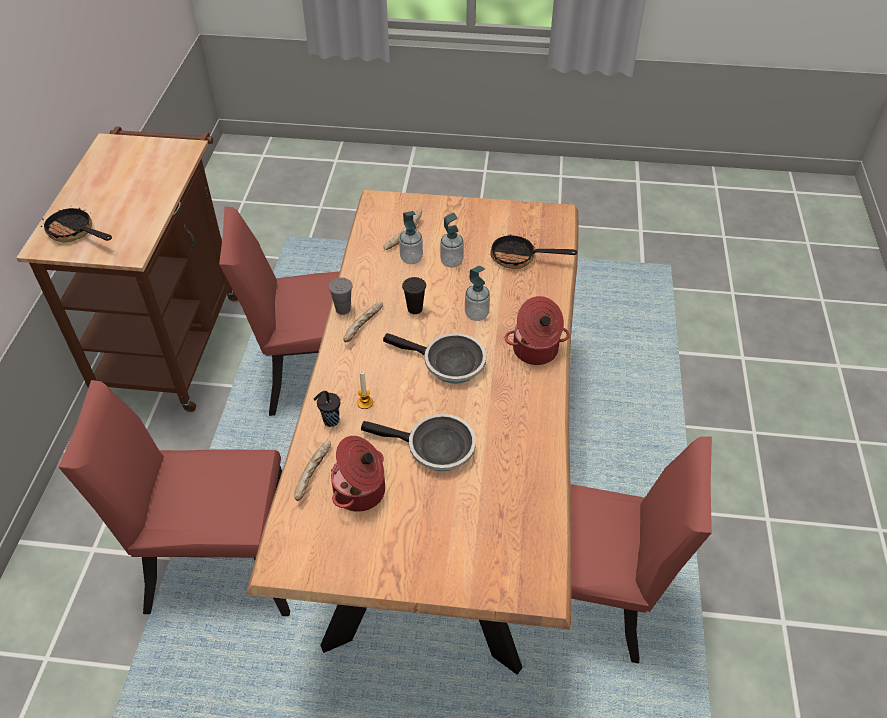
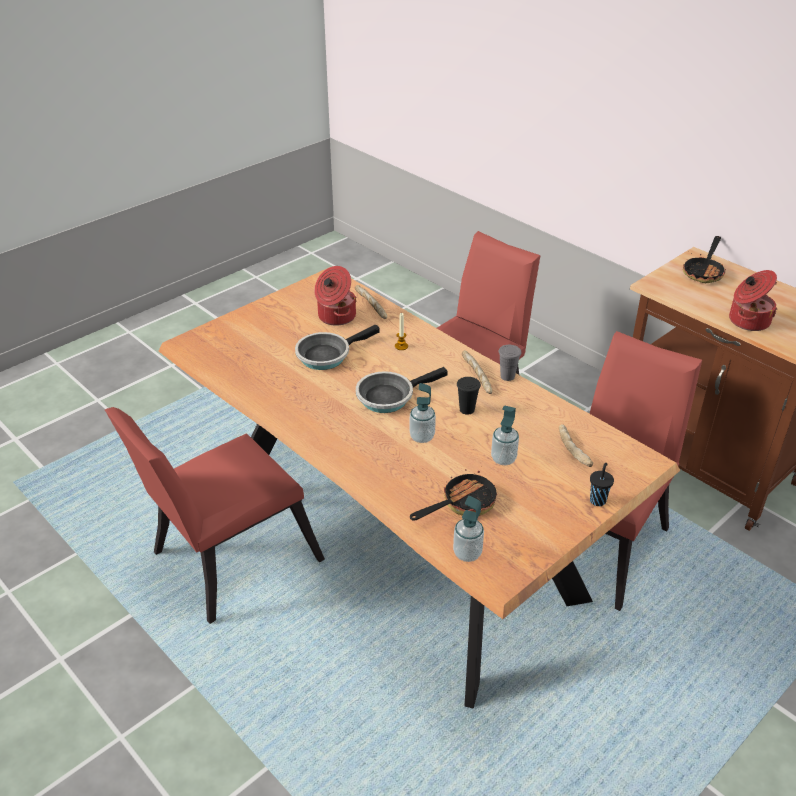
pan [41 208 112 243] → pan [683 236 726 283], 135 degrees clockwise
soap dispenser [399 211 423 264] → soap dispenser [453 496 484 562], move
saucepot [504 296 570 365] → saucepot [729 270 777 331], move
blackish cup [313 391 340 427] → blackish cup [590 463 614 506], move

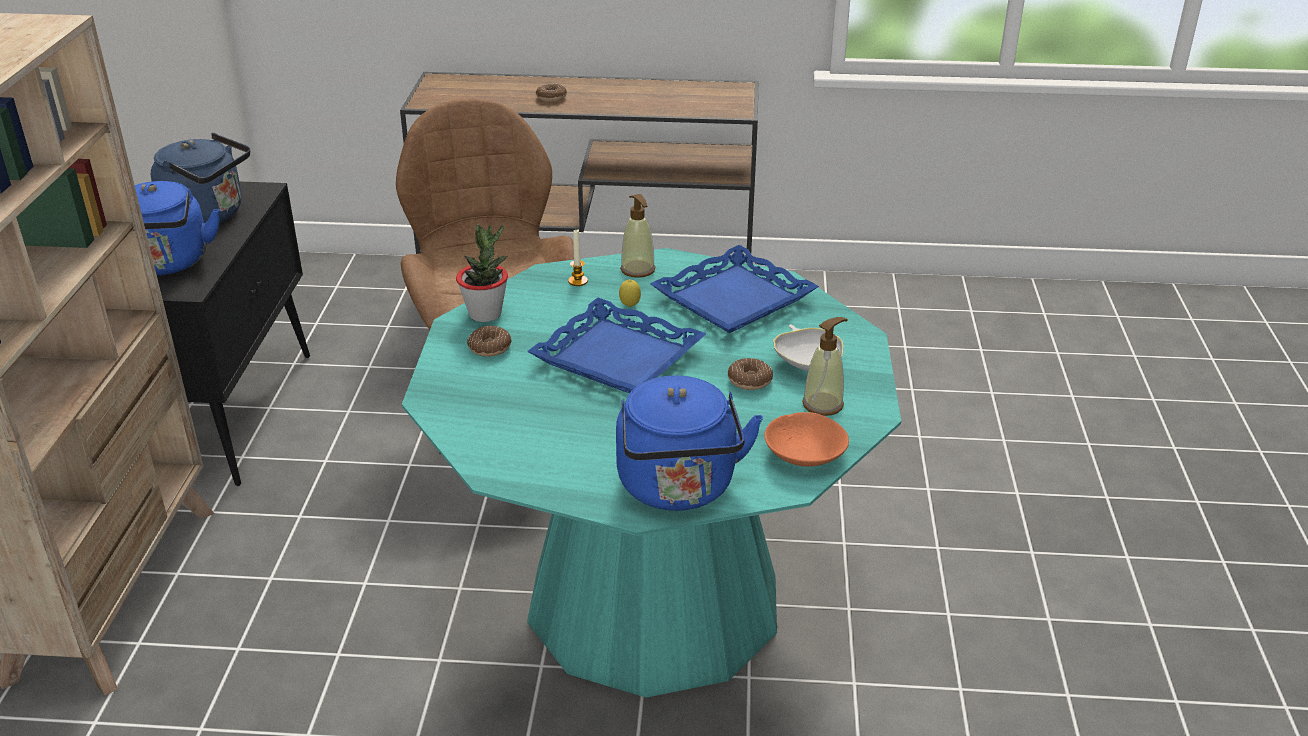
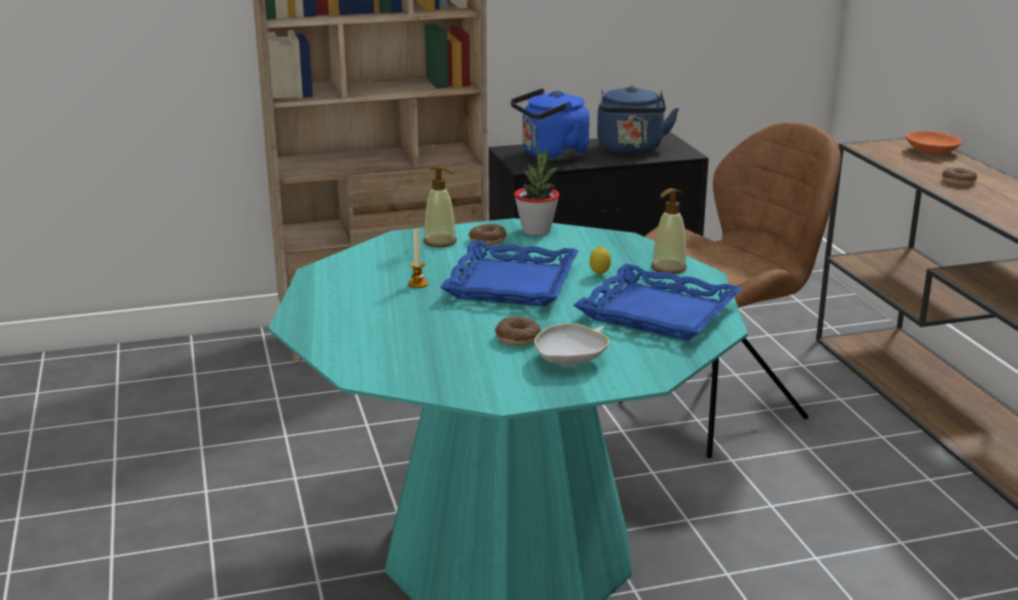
candle [568 229 588 286] → candle [408 229 428 288], move
soap dispenser [802 317 848 416] → soap dispenser [423 166 457 247], move
blue-coloured kettle [616 375 763 511] → -
orangey deep dish [764 412 849 467] → orangey deep dish [906 131 962 154], move

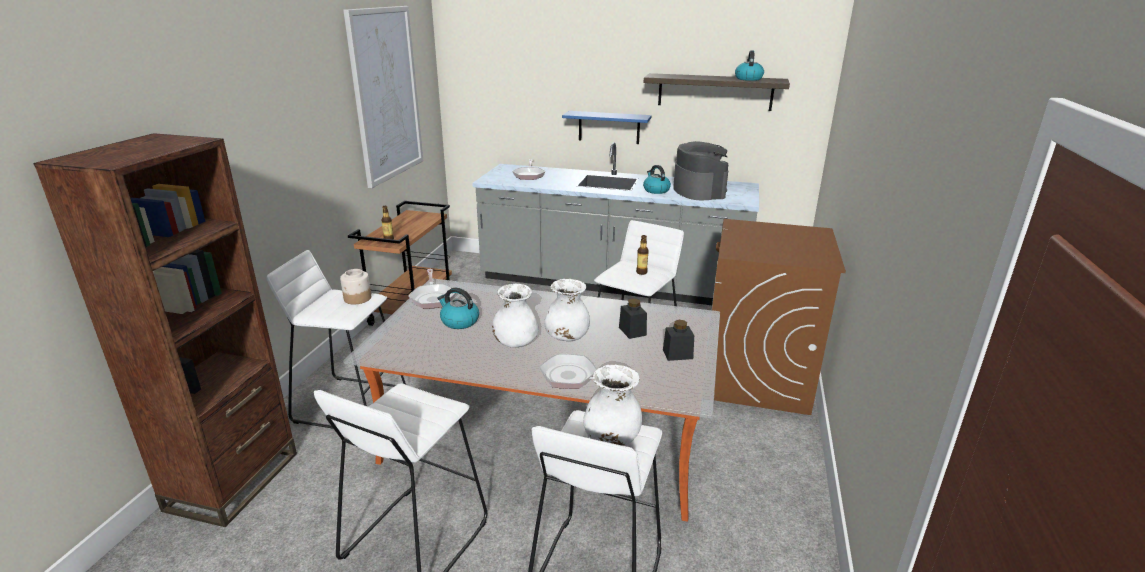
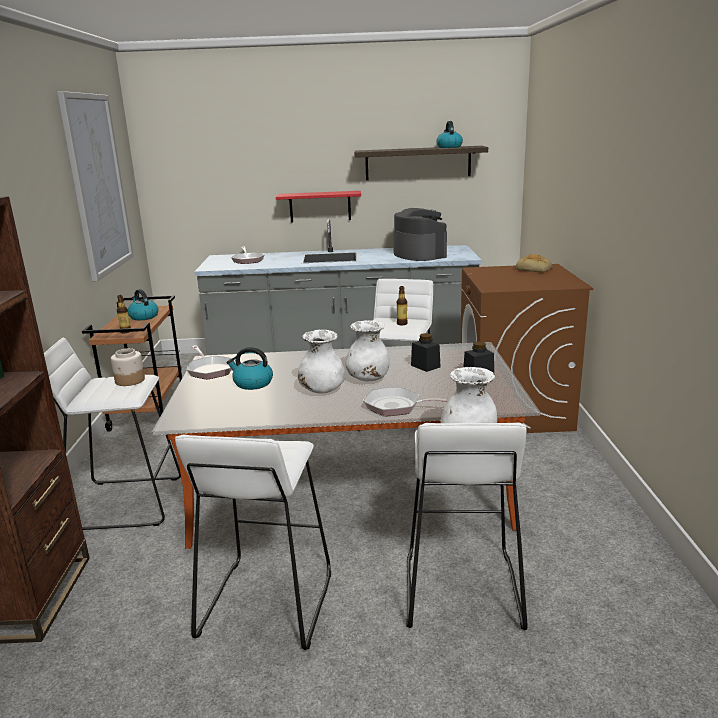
blue-coloured wall shelf [562 111 652 144] → reddish wall shelf [276 191 361 222]
kettle [643 165 671 194] → kettle [128 289 158 320], move
- → baked bread [516 254 553 272]

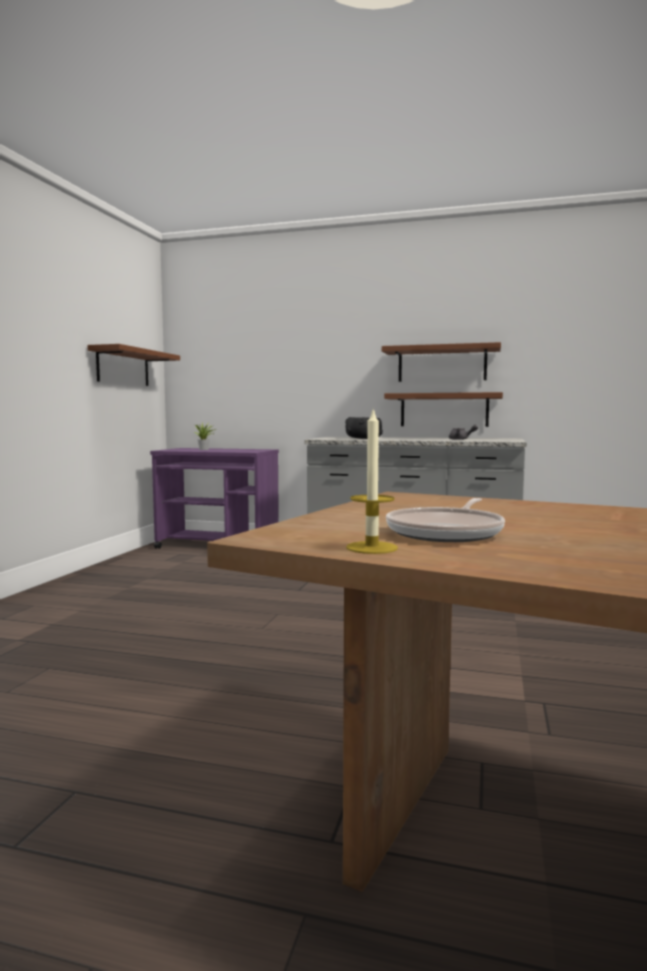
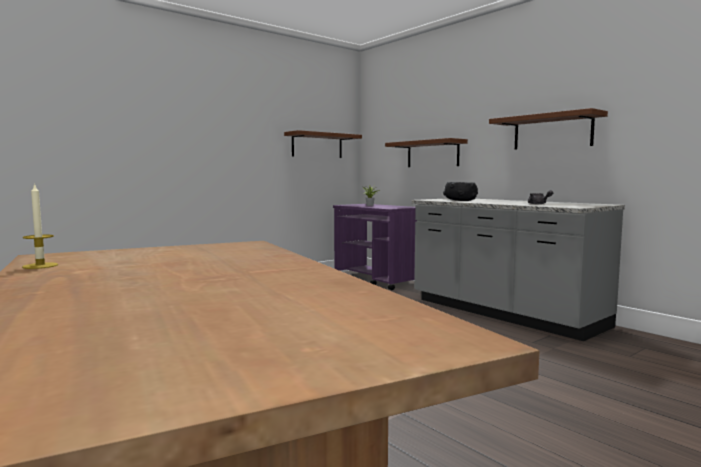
brown-coloured wall shelf [384 392 503 427] → brown-coloured wall shelf [385 138 468 167], move
pan [386 498 505 542] → -

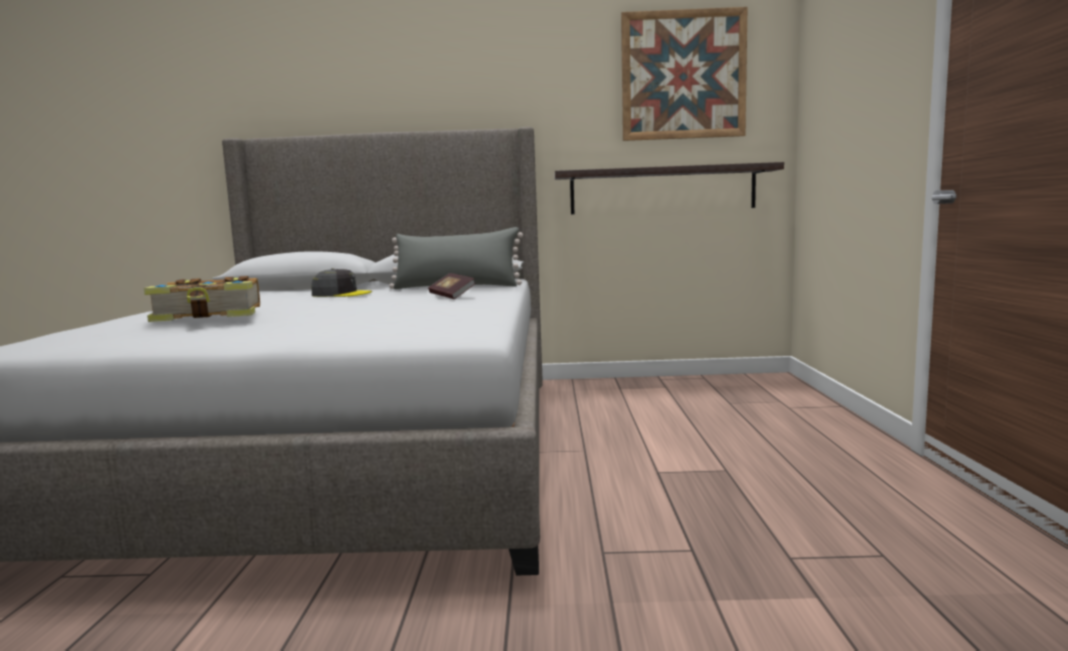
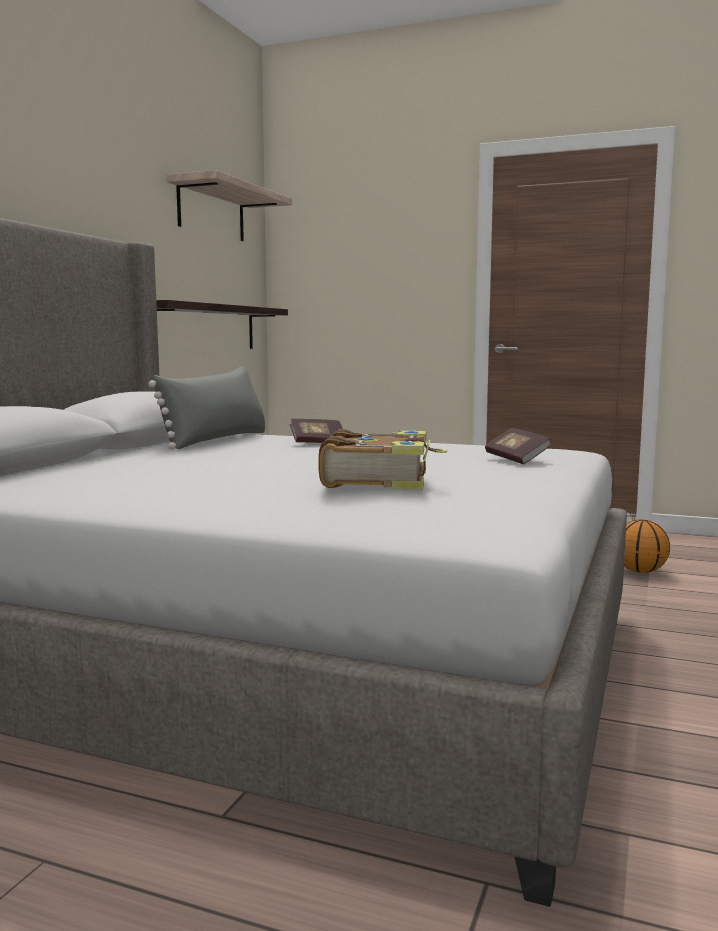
picture [621 7 748 141] → wall shelf [166 170 292 241]
greyish peaked cap [311 268 372 297] → -
- → bound book [485 428 551 464]
- → basketball [624 519 670 573]

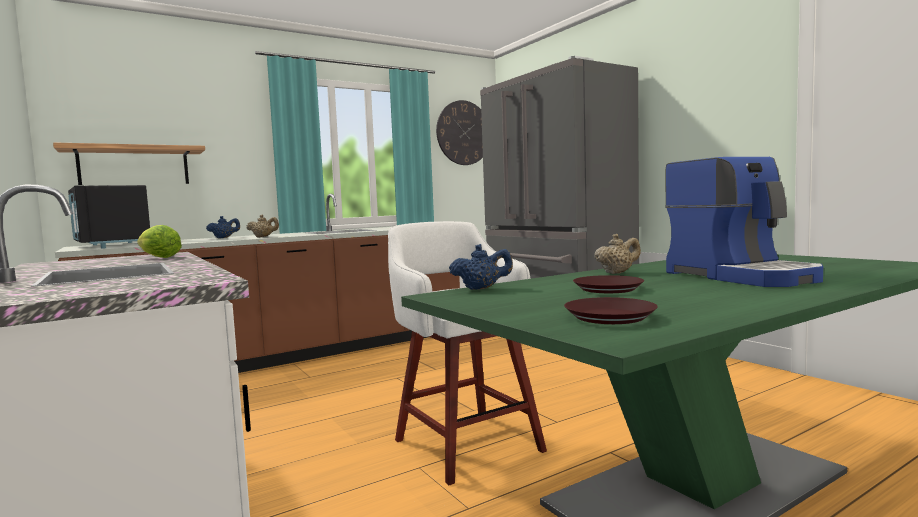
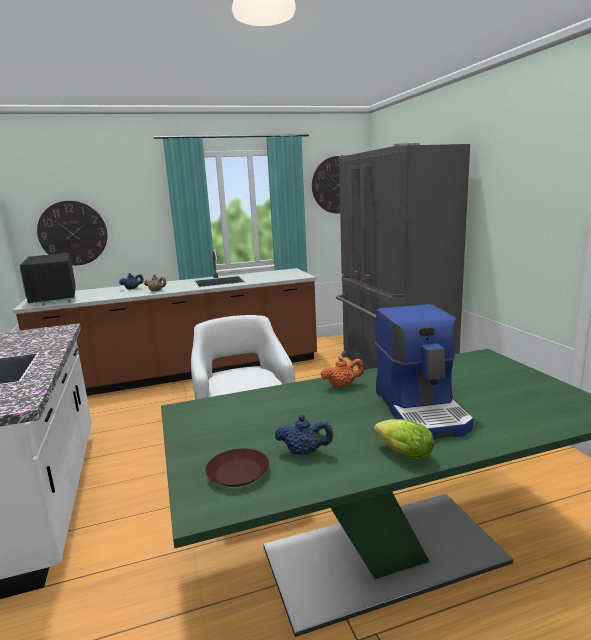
wall shelf [53 143 205 185] → wall clock [37 201 108 265]
lettuce [137 225 182 258] → lettuce [374 419 434 461], move
beige-coloured tea pot [594 234 641 274] → orangey tea pot [321 357 364 388]
blue-coloured tea pot [449 244 513 290] → blue-coloured tea pot [275 415 334 455], move
brown-coloured plate [573 275 644 293] → -

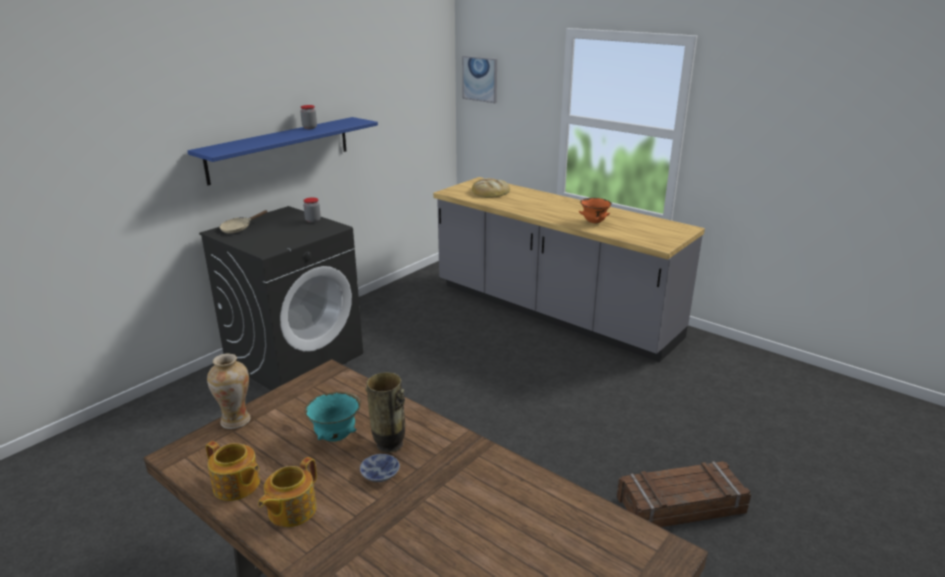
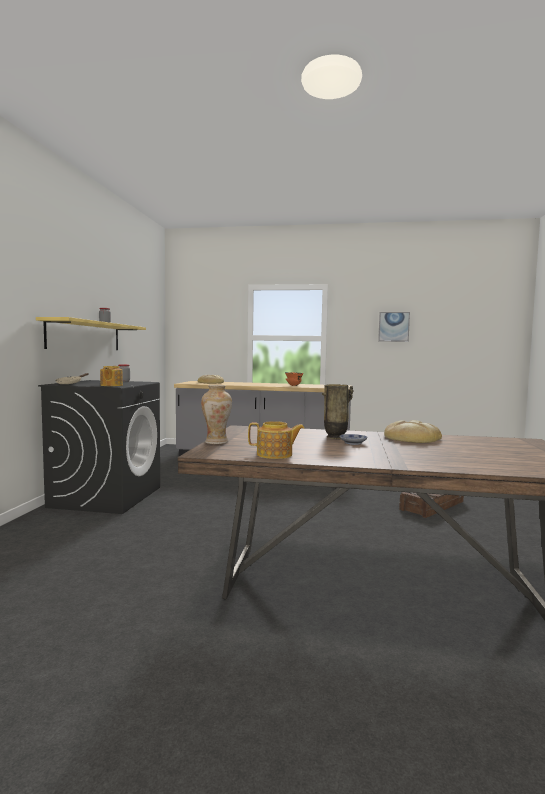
picture [462 56 497 103] → picture [378 312 410 342], move
blue-coloured wall shelf [187 117 378 185] → yellow wall shelf [36 317 146 350]
turquoise deep dish [305 392 361 442] → -
tea pot [258 457 317 527] → tea pot [100 366 123 386], move
- → baked bread [384 420 442 443]

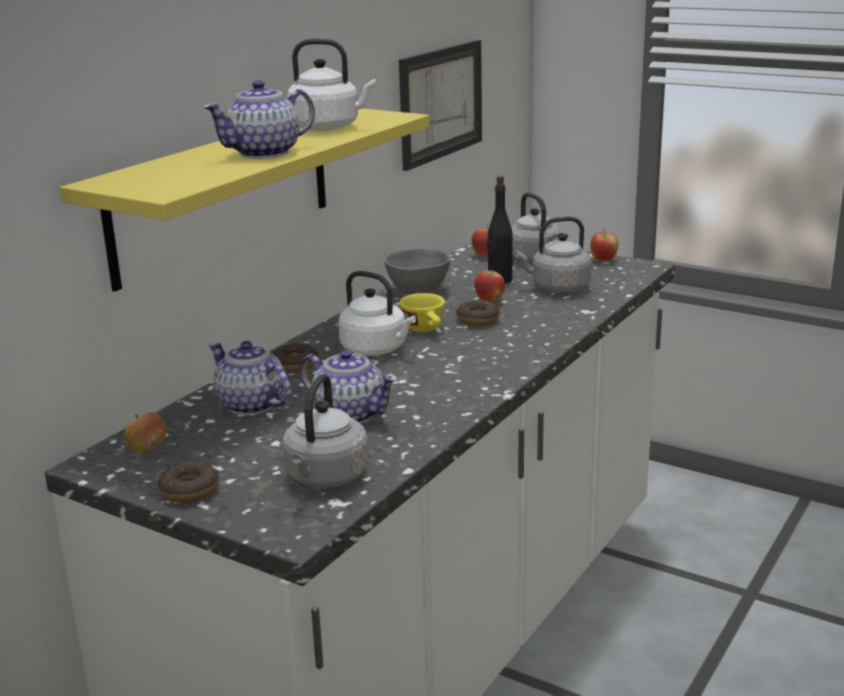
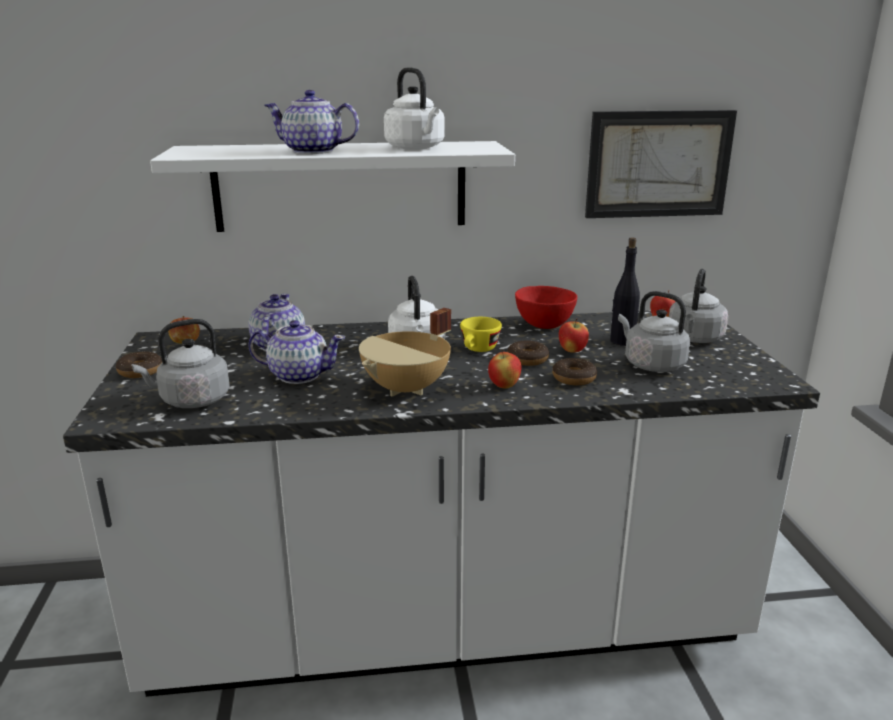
yellow wall shelf [60 108 429 292] → white wall shelf [150 141 515 232]
whole apple [590 229 618 261] → whole apple [488 350 522 389], move
greyish deep dish [384 248 451 294] → reddish deep dish [515 286 577 329]
ring doughnut [272 343 319 373] → ring doughnut [552 358 597 385], move
tea pot [300 349 398 424] → tea pot [248 320 345 384], 75 degrees counterclockwise
- → beige-coloured saucepot [359 308 451 397]

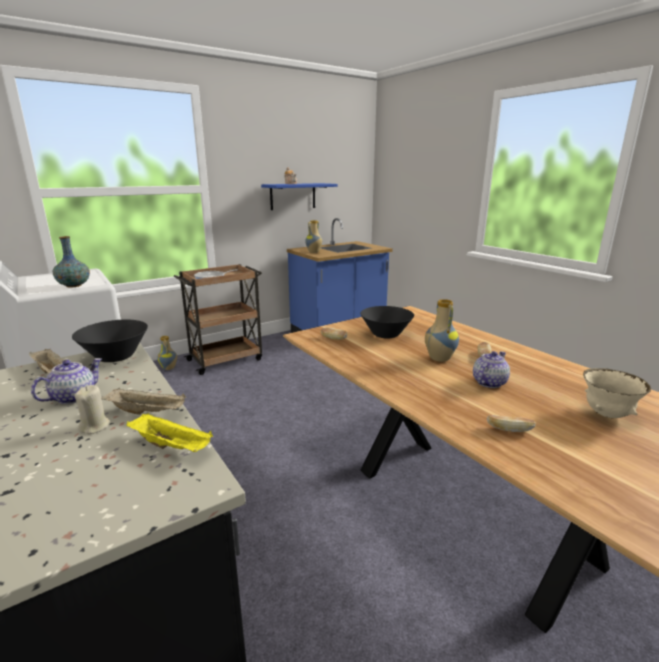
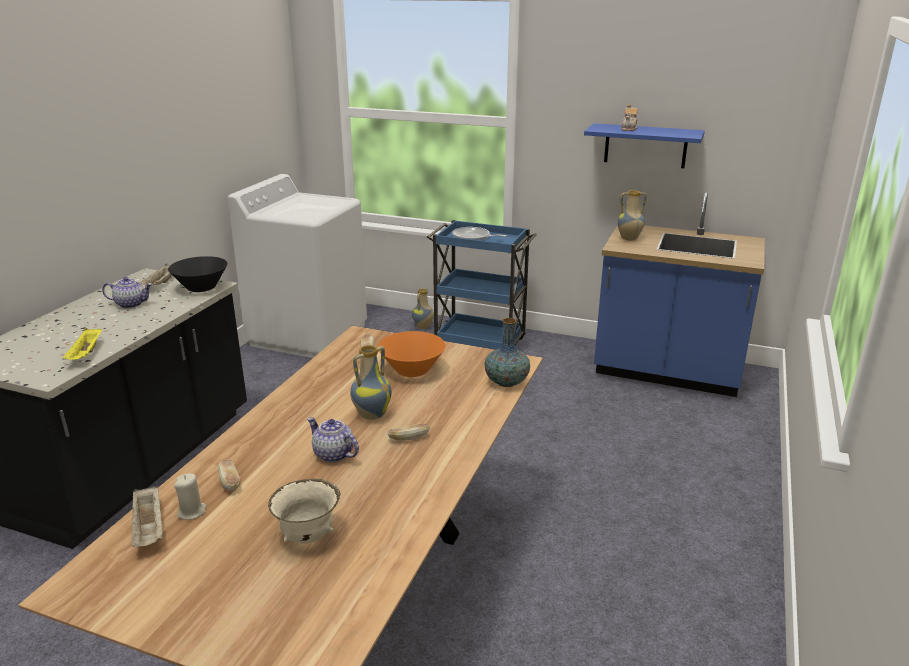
decorative vase [53 236 90 287] → decorative vase [485 318 530 387], move
brown-coloured wheeled cart [174 264 262 375] → blue-coloured wheeled cart [427 220 537 350]
blackish deep dish [360 306 414 339] → orangey deep dish [378 331 446 377]
tea pot [473 351 510 388] → tea pot [307 417 359 462], 150 degrees counterclockwise
beige-coloured candle [75 385 110 434] → beige-coloured candle [174 473 206 520], move
beige-coloured tray [102 388 186 415] → beige-coloured tray [132 486 163 547], move

